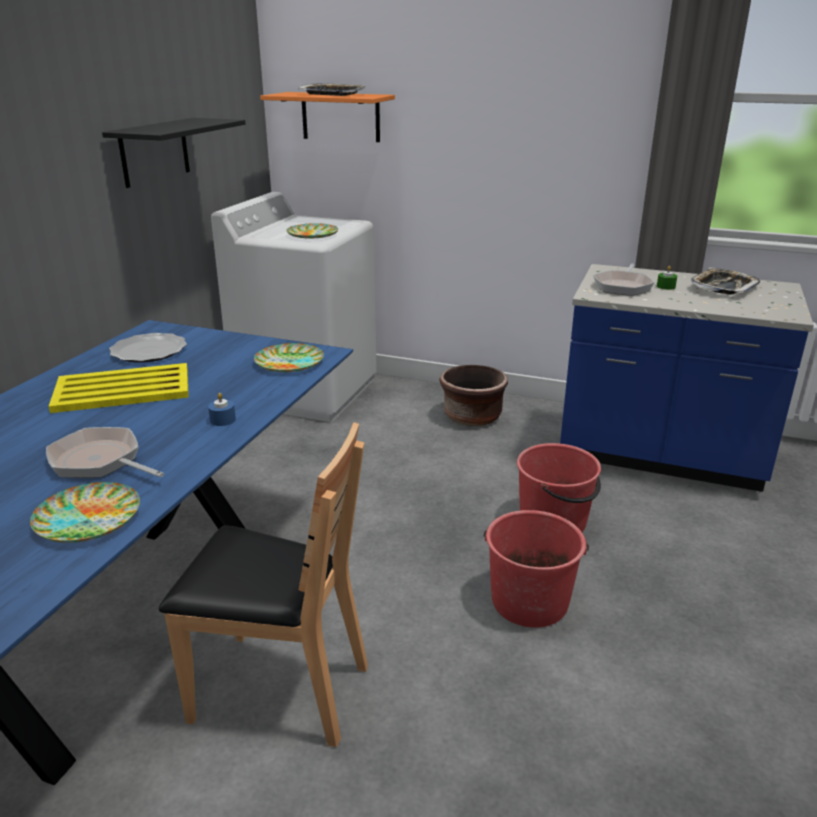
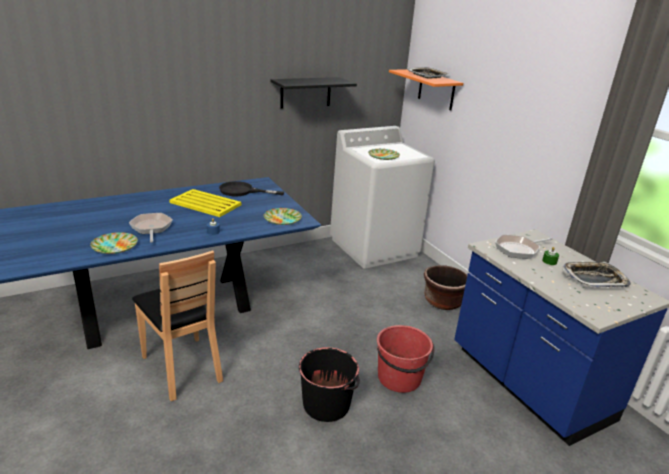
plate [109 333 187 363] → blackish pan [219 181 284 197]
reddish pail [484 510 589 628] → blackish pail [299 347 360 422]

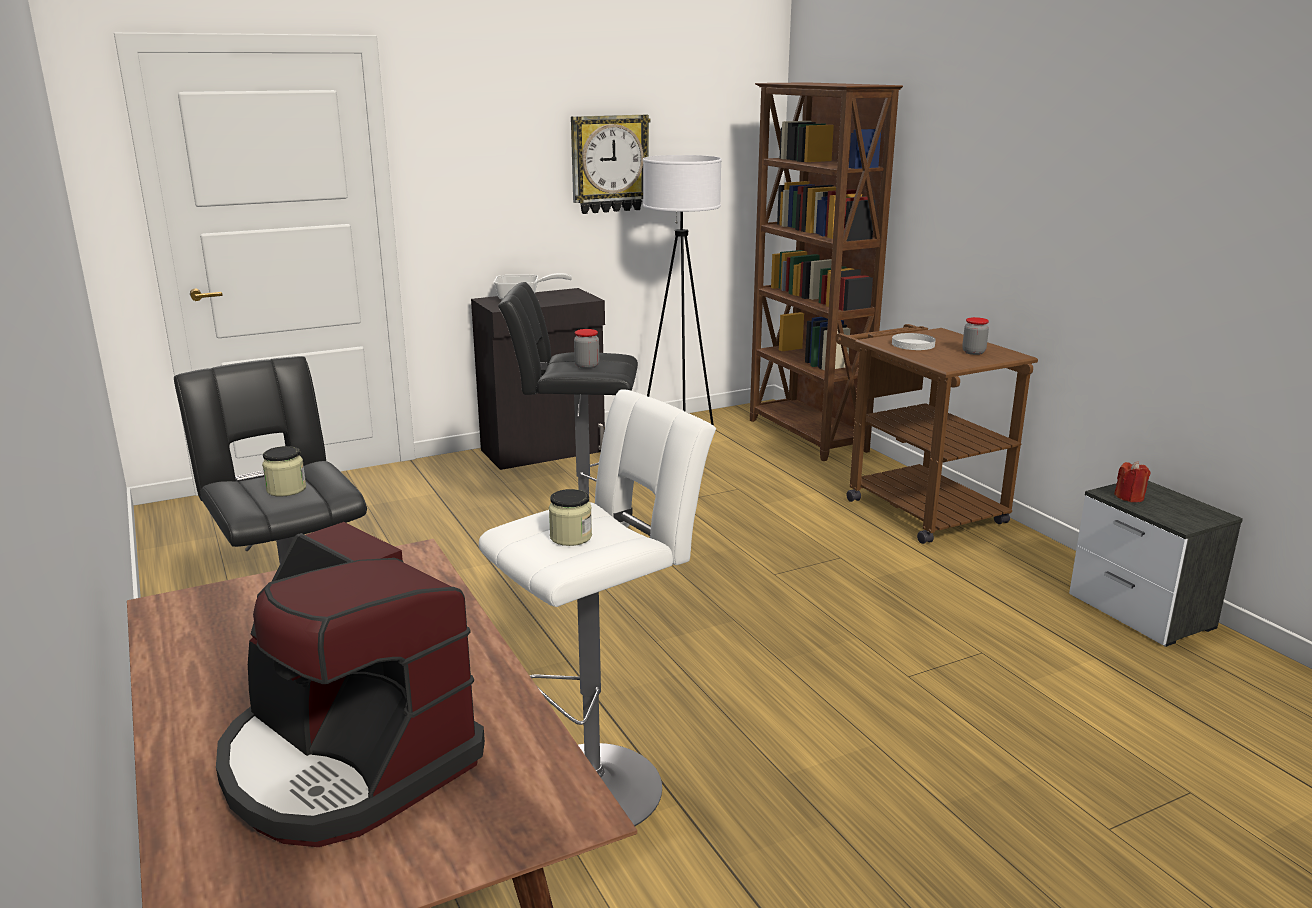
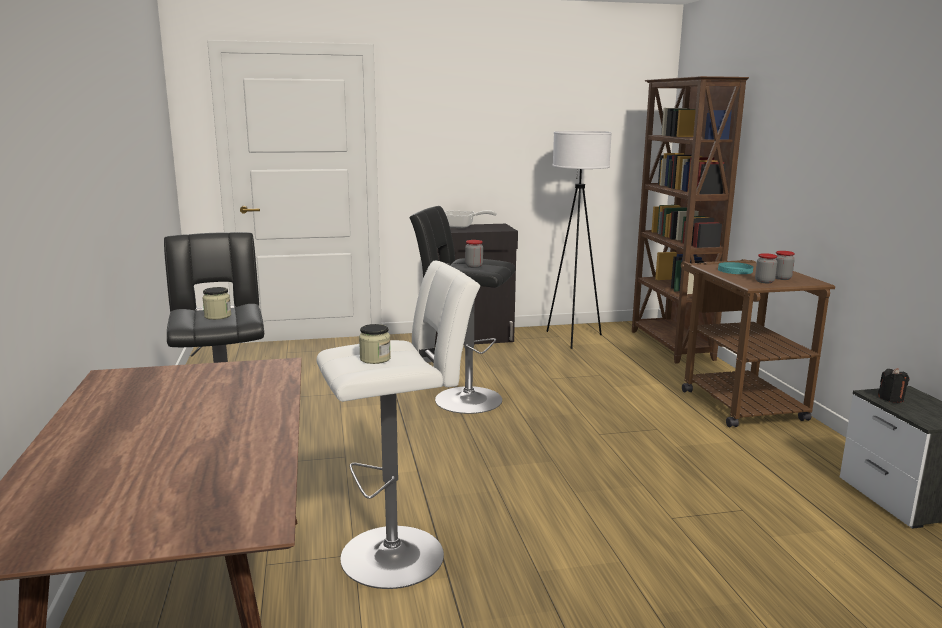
wall clock [571 115 651 214] → -
white plate [892 333 936 350] → turquoise plate [718 262 753 274]
reddish candle [1114 461 1150 502] → blackish candle [878 368 909 403]
coffee brewer [216 522 485 847] → -
- → storage jar [755 253 777 283]

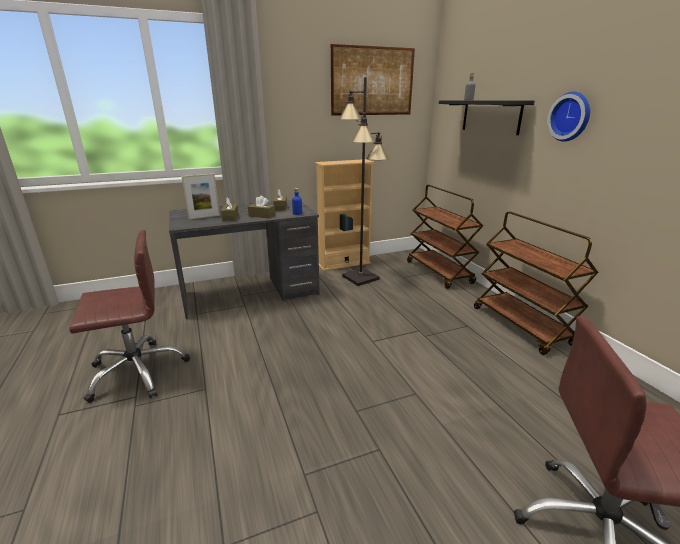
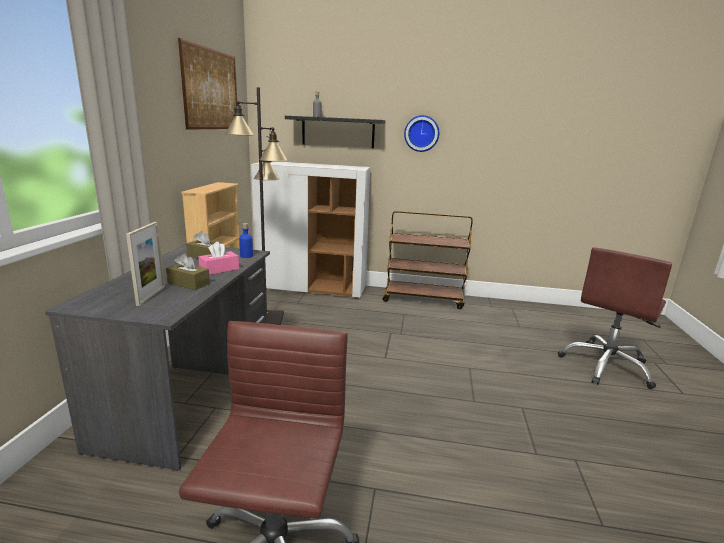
brown-coloured wheeled cart [407 185 483 289] → white cabinet [251 161 370 299]
brown-coloured tissue holder [248 196 275 219] → pinkish tissue holder [199 242 239 275]

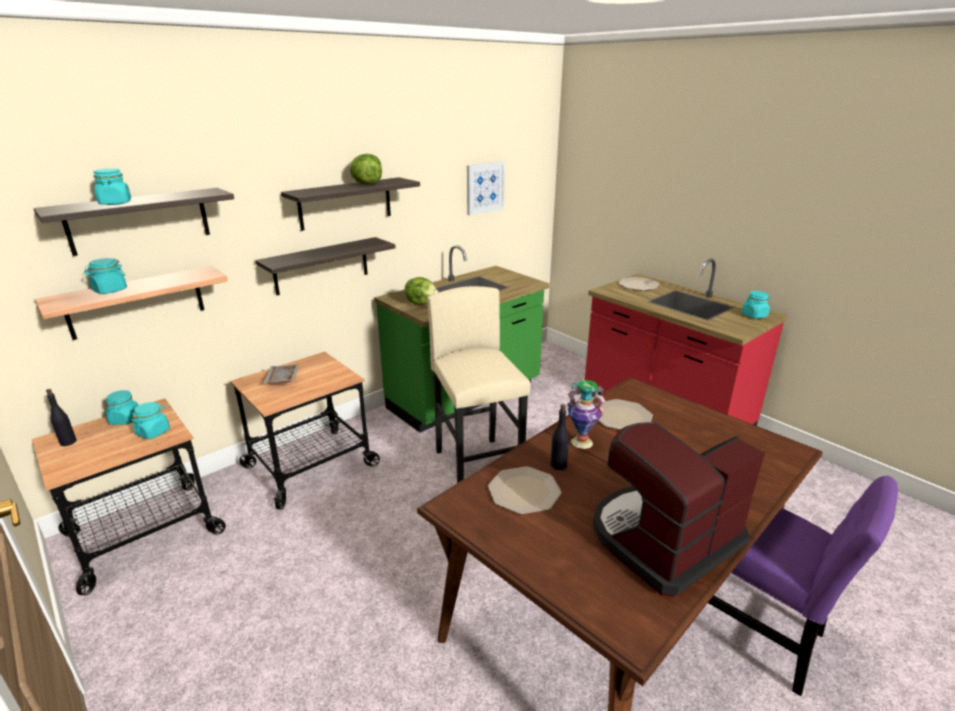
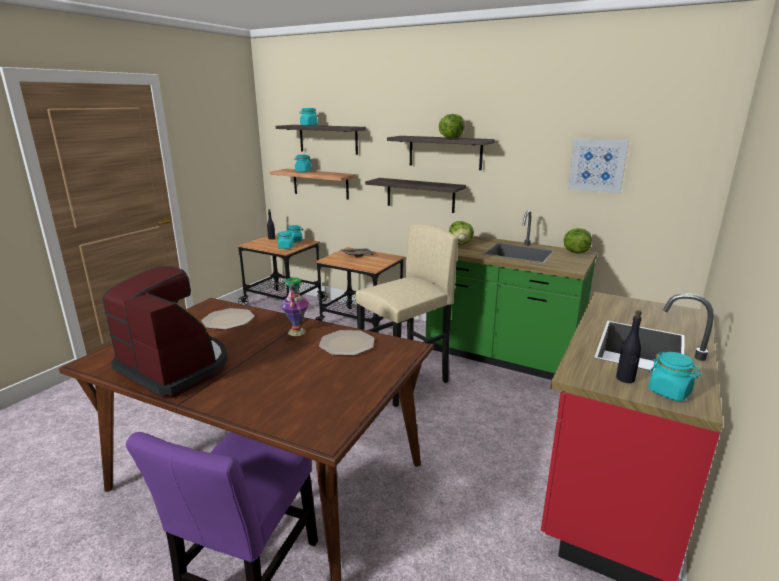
plate [619 277 659 291] → -
blackish beverage bottle [550 404 569 470] → blackish beverage bottle [616 310 642 383], move
- → lettuce [564 228 592 253]

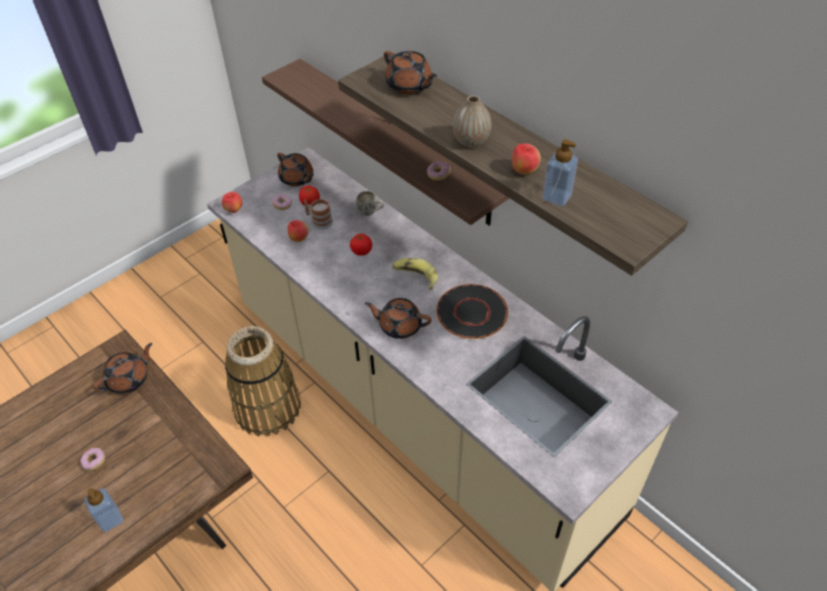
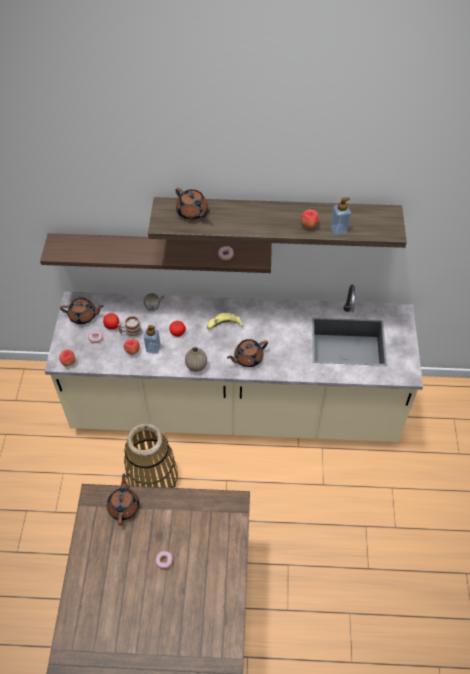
brown-coloured tea pot [384 51 437 94] → brown-coloured tea pot [175 188 210 220], 45 degrees clockwise
decorative vase [453 95 491 148] → decorative vase [185 347 207 372], move
blackish plate [436 284 508 339] → -
soap dispenser [84 488 124 532] → soap dispenser [144 325 161 354], move

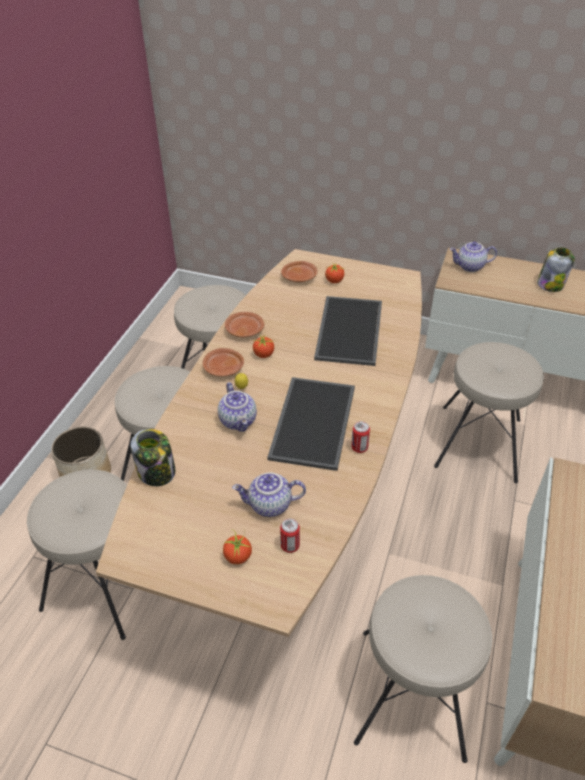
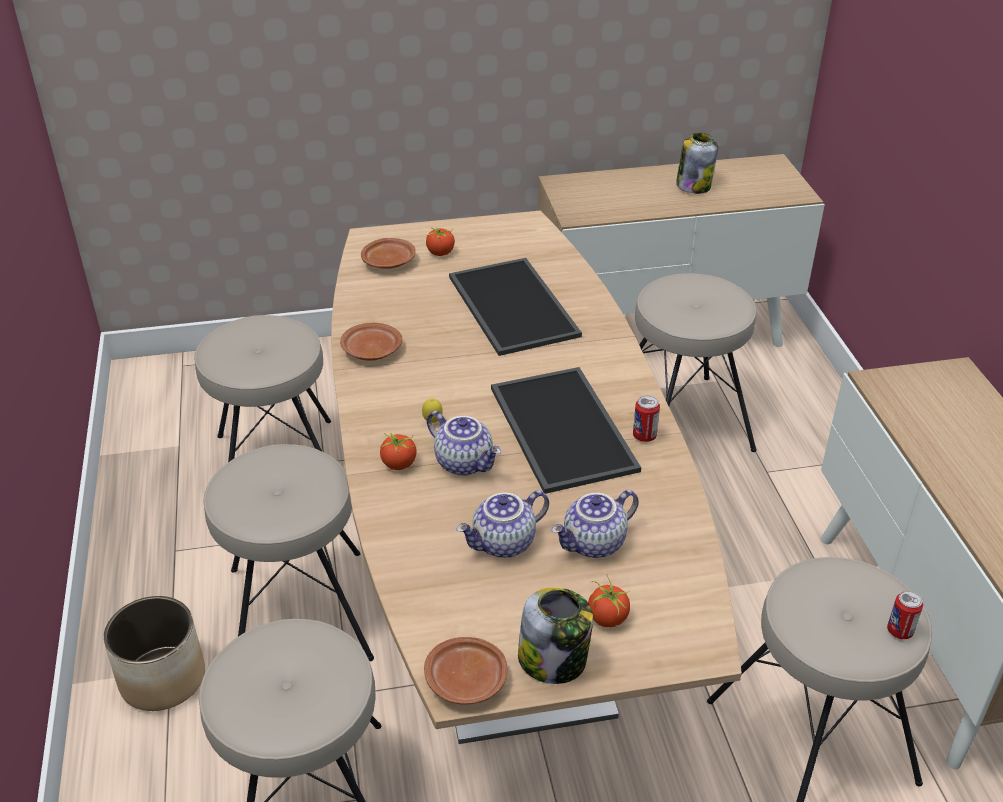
tea pot [449 241 497 272] → tea pot [456 490 549 558], move
fresh tomato [252 335 275 358] → fresh tomato [380 433 417 470], move
brown-coloured plate [203 348 244 377] → brown-coloured plate [424 637 508 705], move
storage jar [130 429 175 486] → storage jar [518 587 593 684], move
can [280 518 300 553] → can [887 590 923 639], move

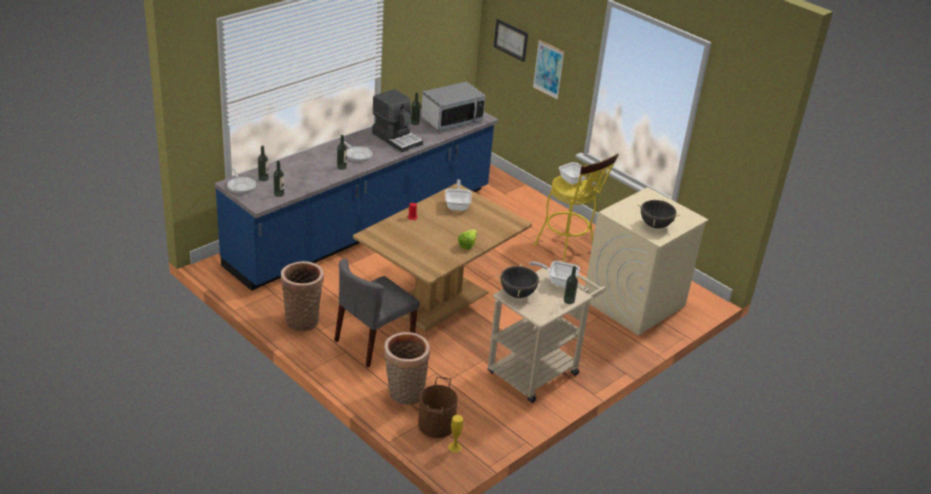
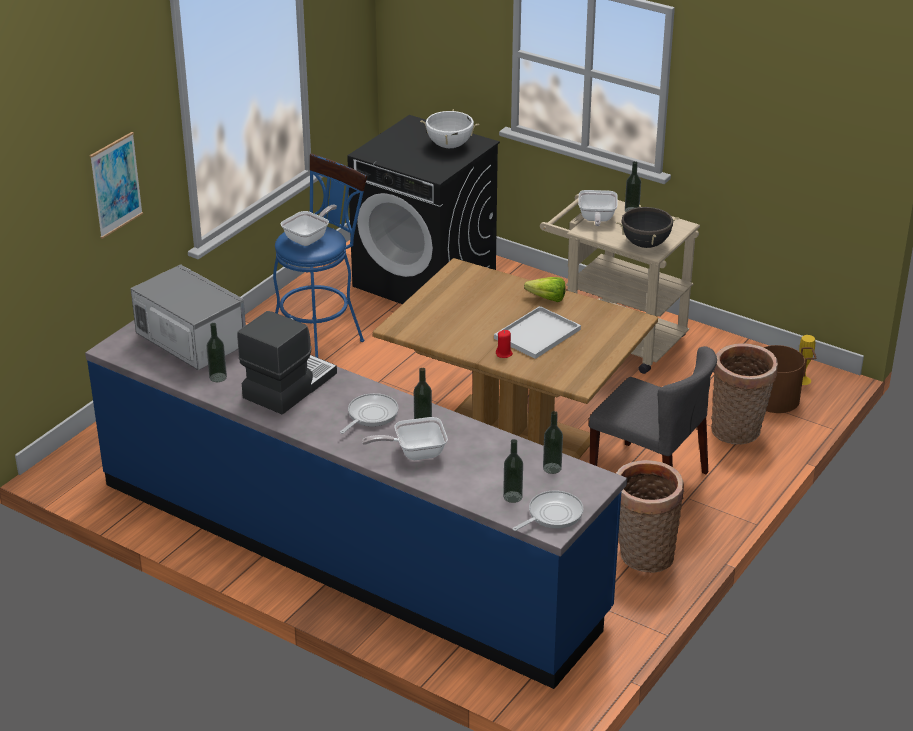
picture [494 19 528 62] → -
yellow sitting stool [534 154 619 262] → blue-coloured sitting stool [273 154 367 358]
pan [445 179 472 211] → pan [362 417 448 460], move
beige-coloured washing machine [585 187 709 336] → blackish washing machine [347 115 500 304]
blackish saucepot [637 199 680 229] → white saucepot [420 109 479 148]
- → white tray [494 306 581 359]

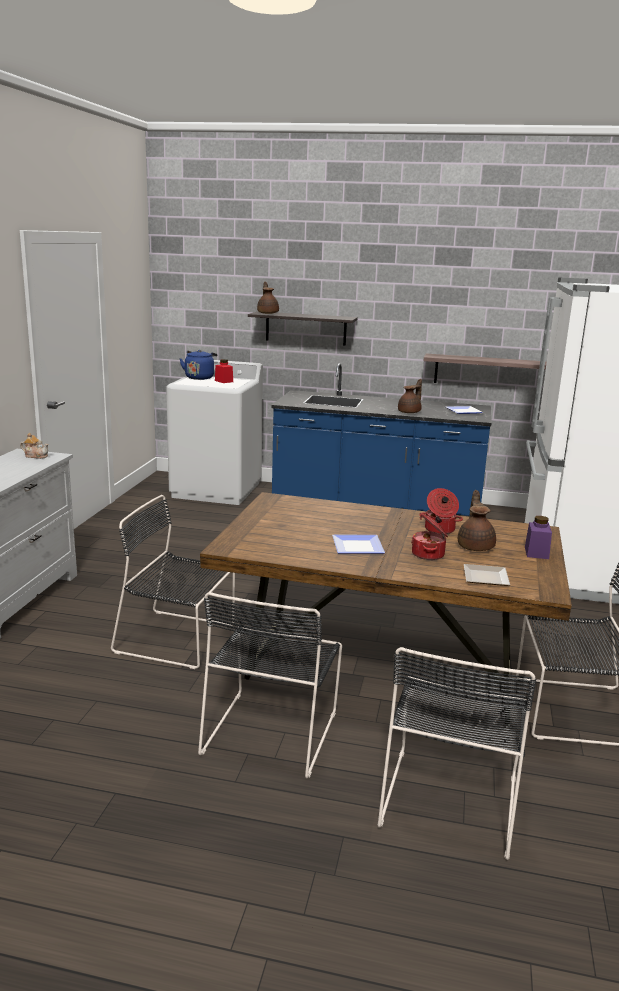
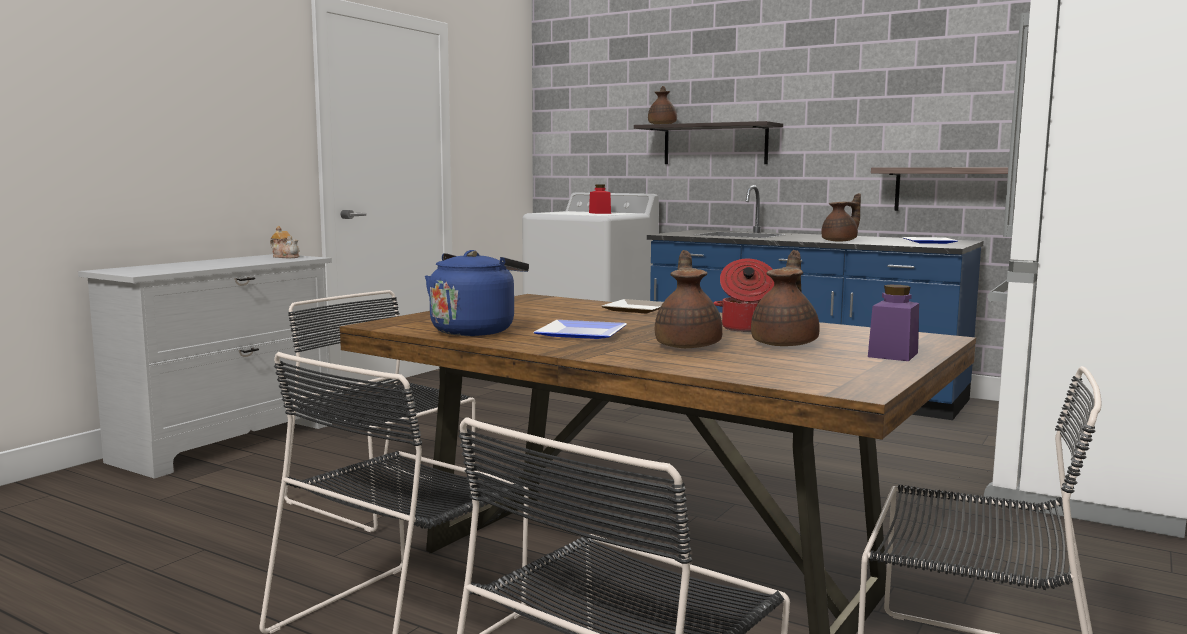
blue-coloured kettle [180 350 217 380] → blue-coloured kettle [425 250 529 336], move
saucepot [411 513 448 560] → brown-coloured tea pot [655 250 723 348]
plate [464 564 510 586] → plate [601 299 663 314], move

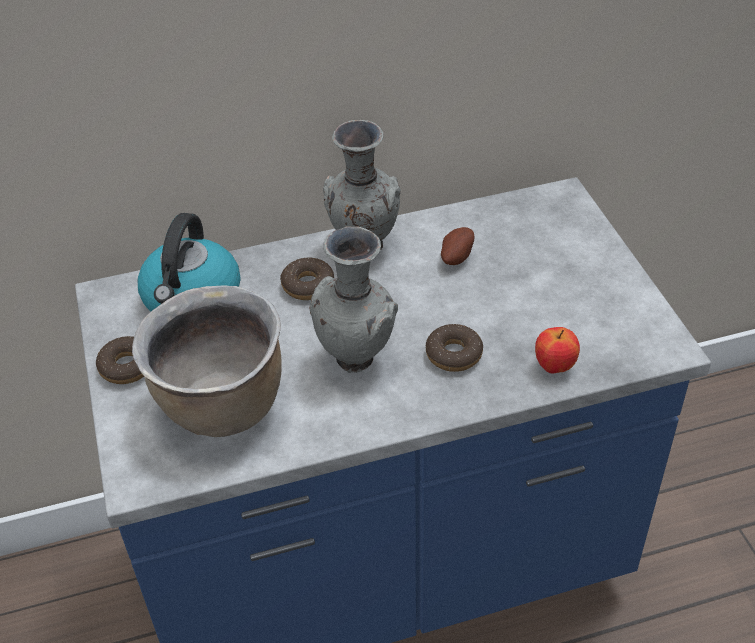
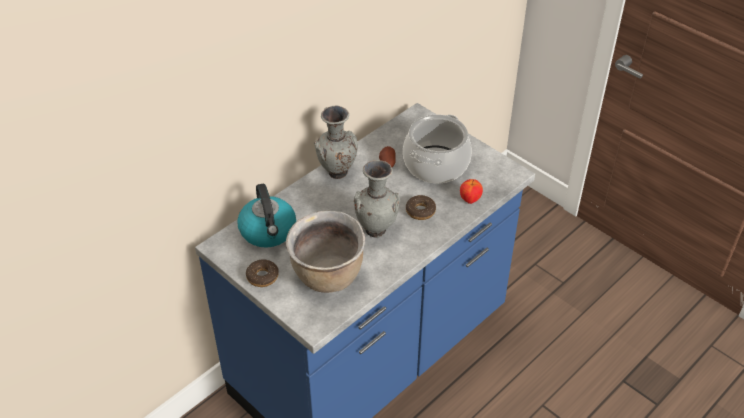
ring doughnut [280 258 334 300] → -
- → saucepot [403 115 472 183]

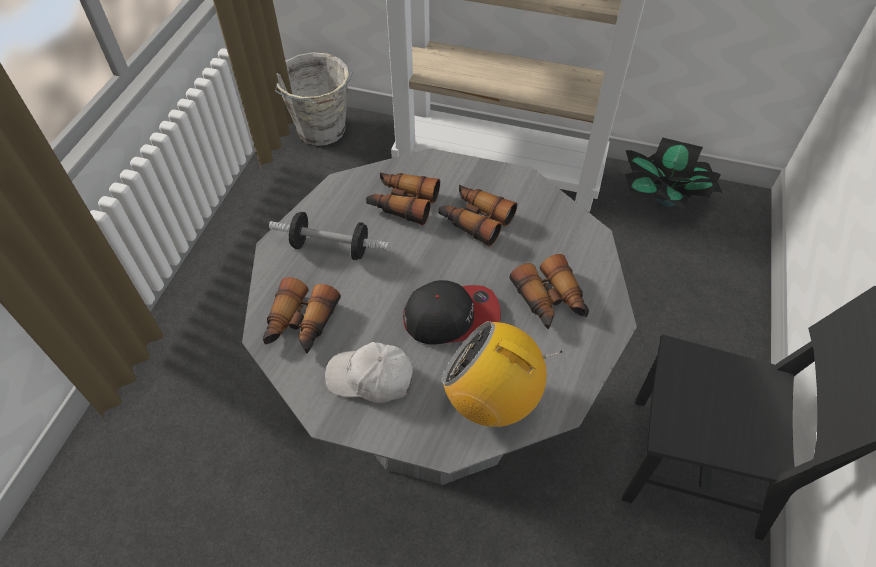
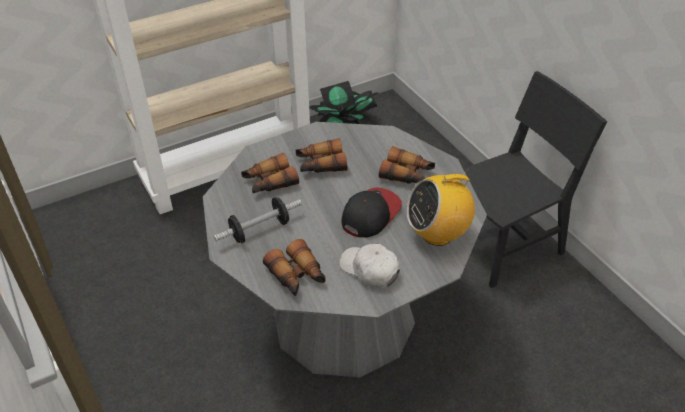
greyish pail [275 52 353 146] → -
white peaked cap [325 342 413 403] → white peaked cap [339 244 400 288], 75 degrees clockwise

